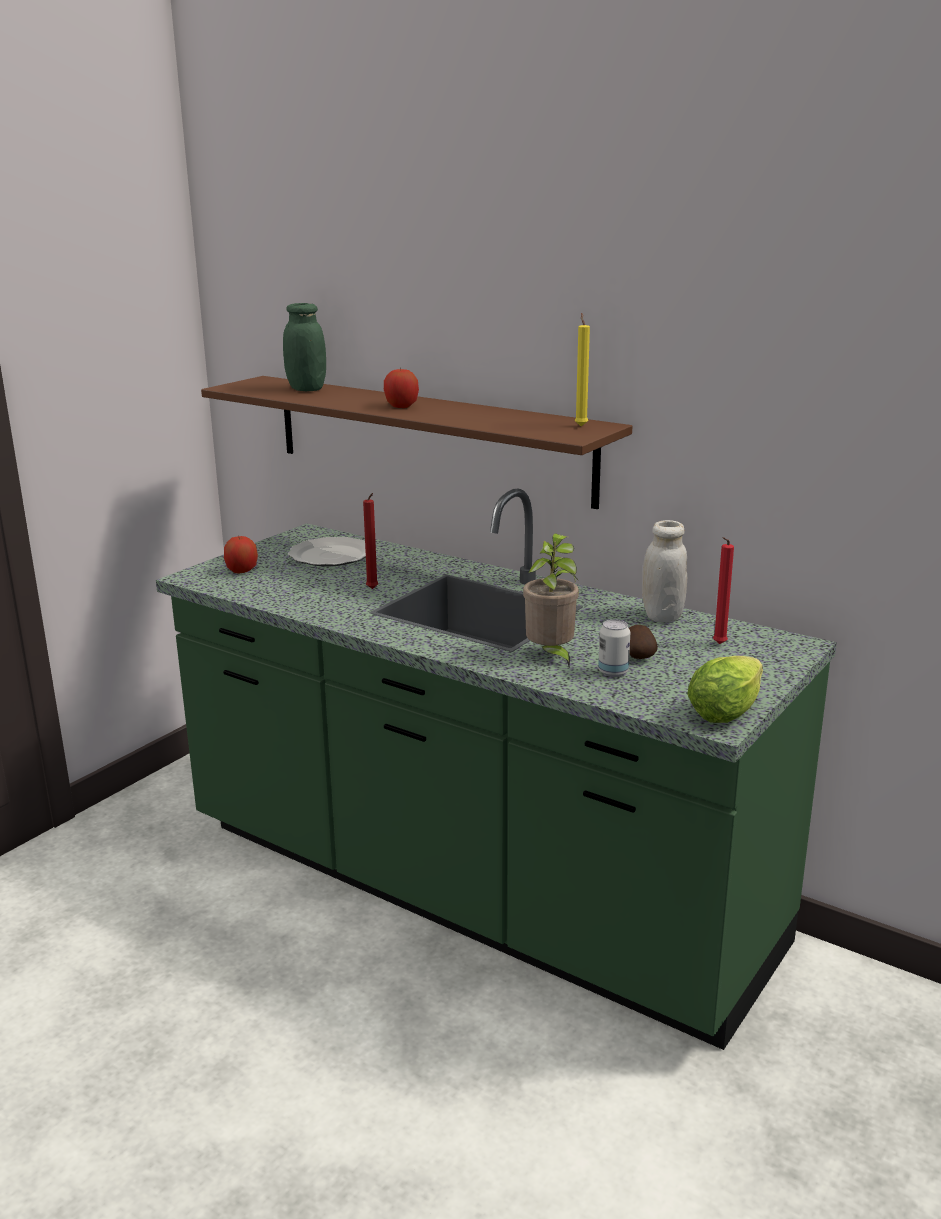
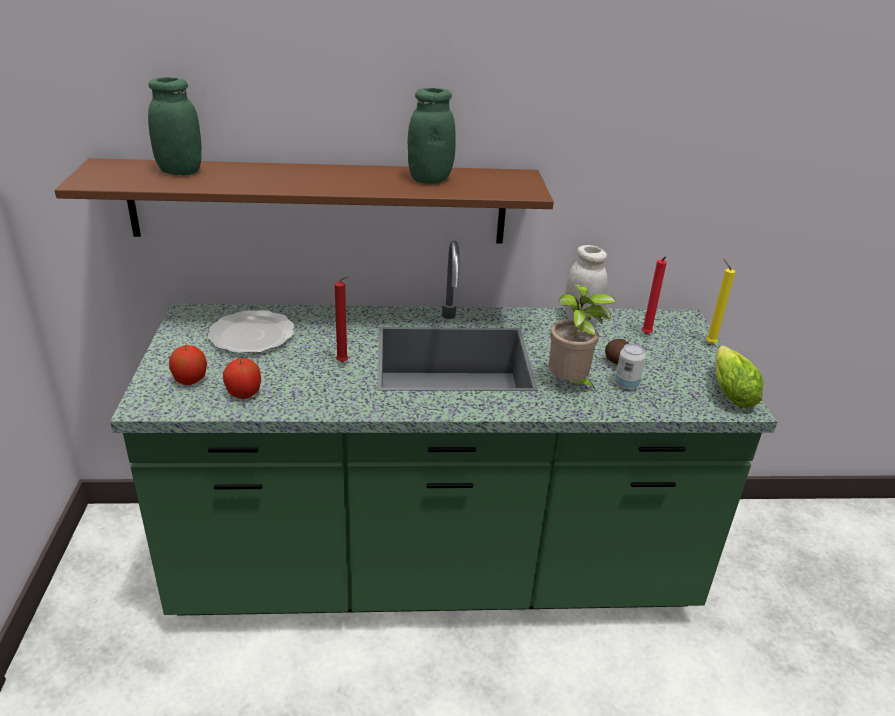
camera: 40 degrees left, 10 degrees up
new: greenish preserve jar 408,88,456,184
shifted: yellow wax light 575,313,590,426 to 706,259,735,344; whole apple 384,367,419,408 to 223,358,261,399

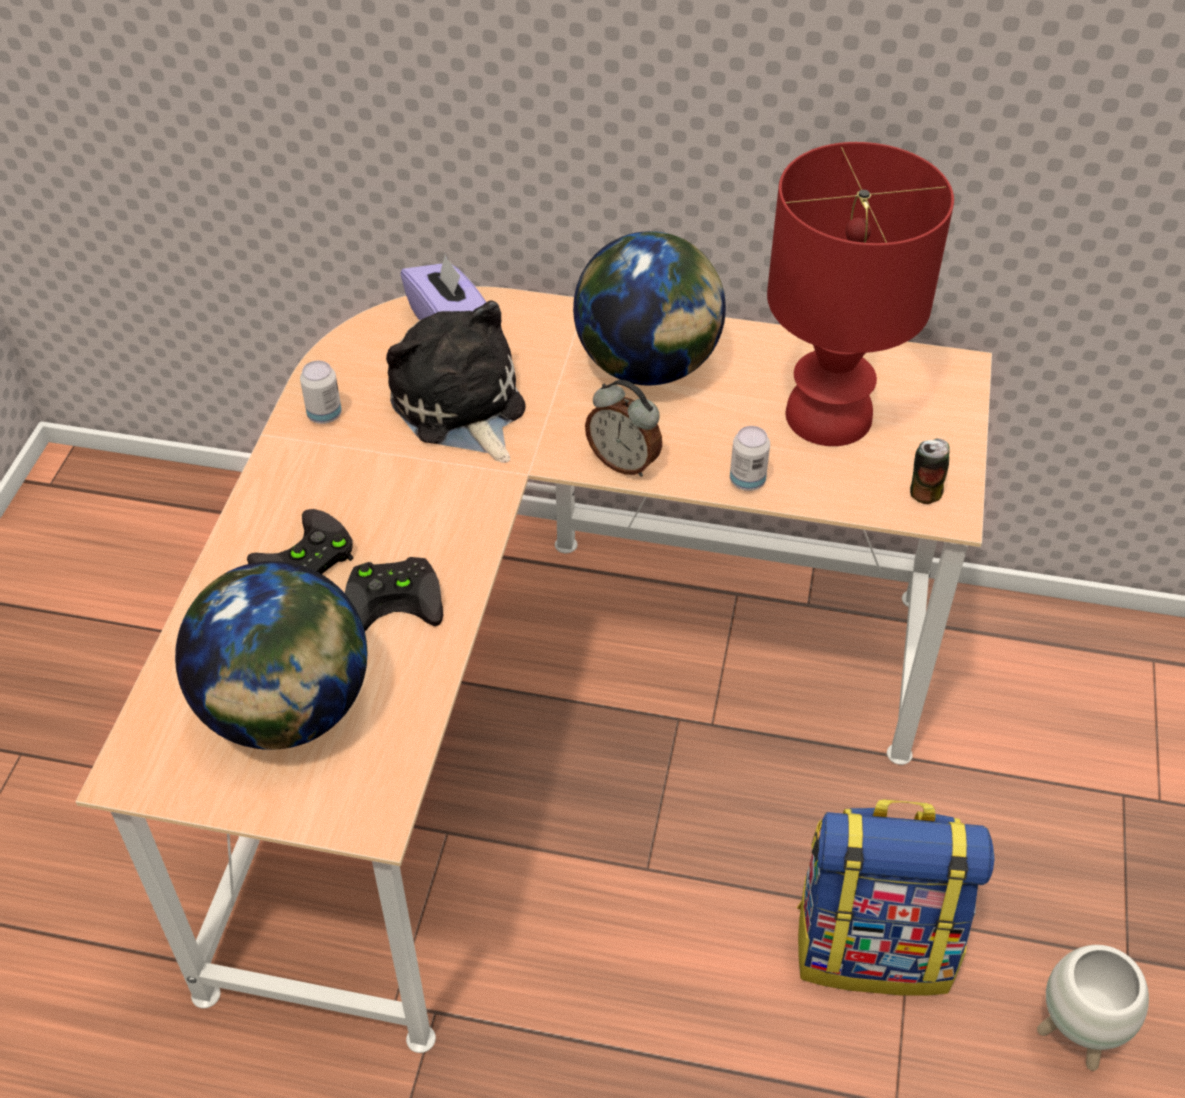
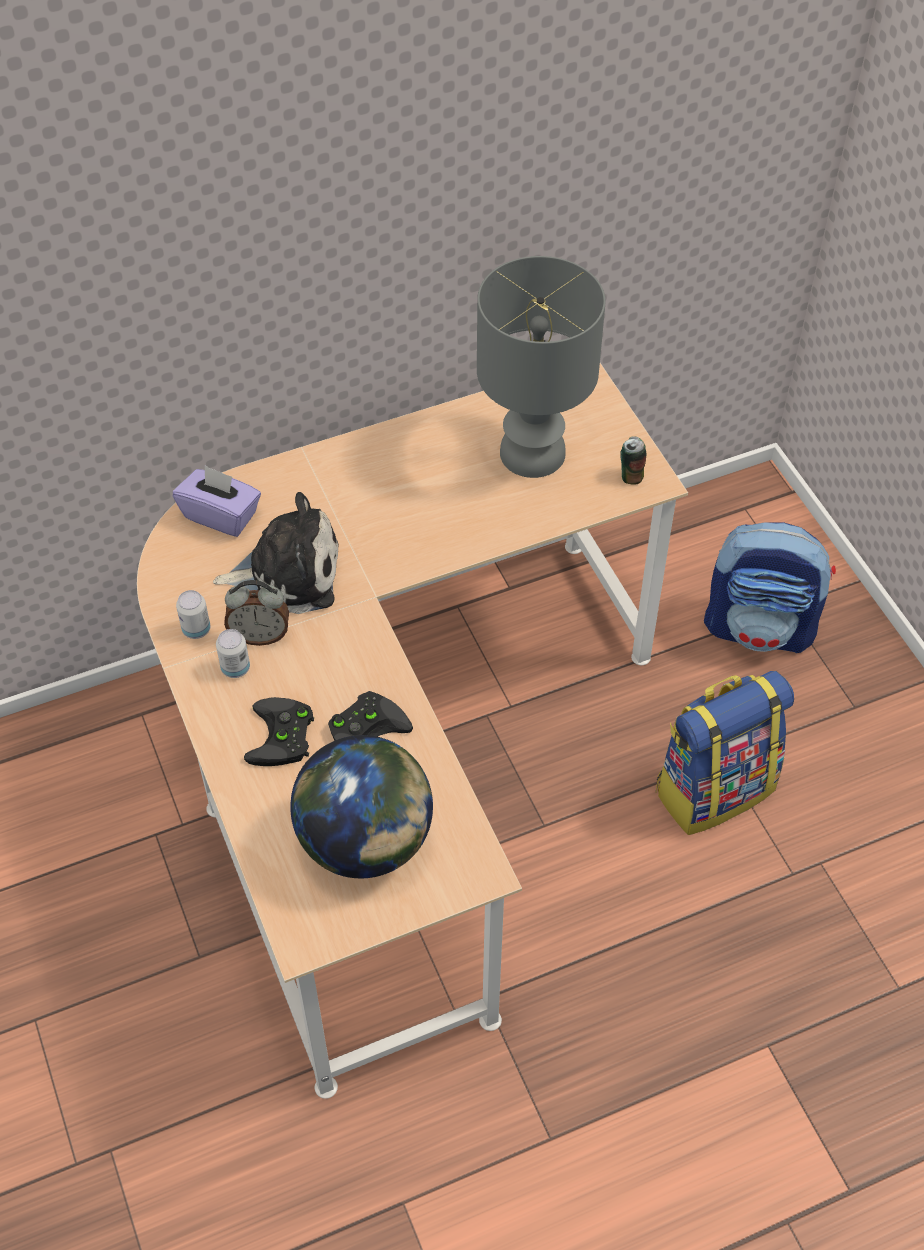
camera: 35 degrees left, 5 degrees up
gone: world globe 573,231,726,385; white-coloured planter 1037,945,1149,1071
new: rucksack 704,522,836,653
shifted: bedside clock 585,380,662,477 to 224,580,289,646; metal can 730,426,770,491 to 216,629,250,678
repainted: red tabletop lamp 767,142,954,446 to greyish tabletop lamp 477,256,605,478
rotated: cuddly toy 386,301,526,463 = 213,492,339,614 150 degrees clockwise

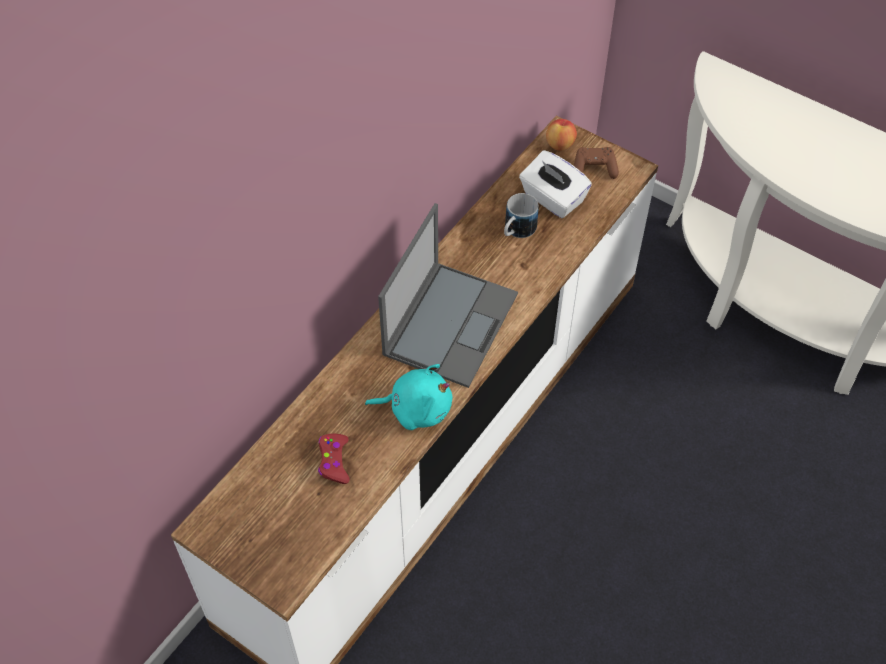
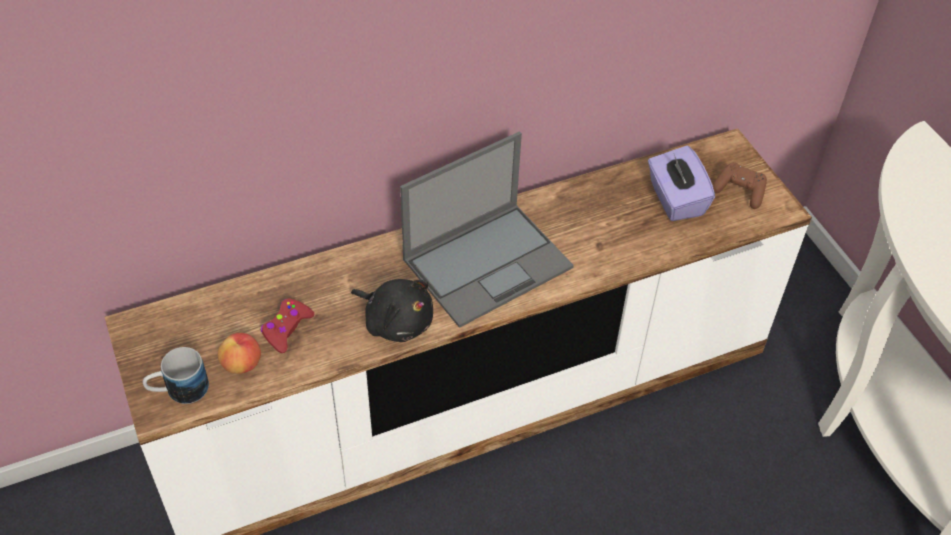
camera: 30 degrees right, 5 degrees down
shifted: whole apple 546,119,577,151 to 218,333,261,374; mug 504,193,539,238 to 143,347,209,404
repainted: white-coloured tissue holder 519,150,592,218 to purplish tissue holder 648,146,715,221; turquoise cuddly toy 365,364,453,430 to black cuddly toy 351,279,433,342

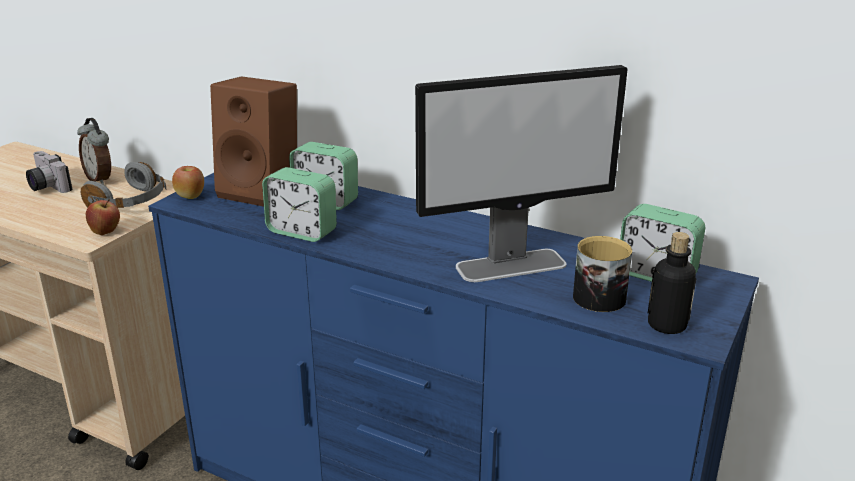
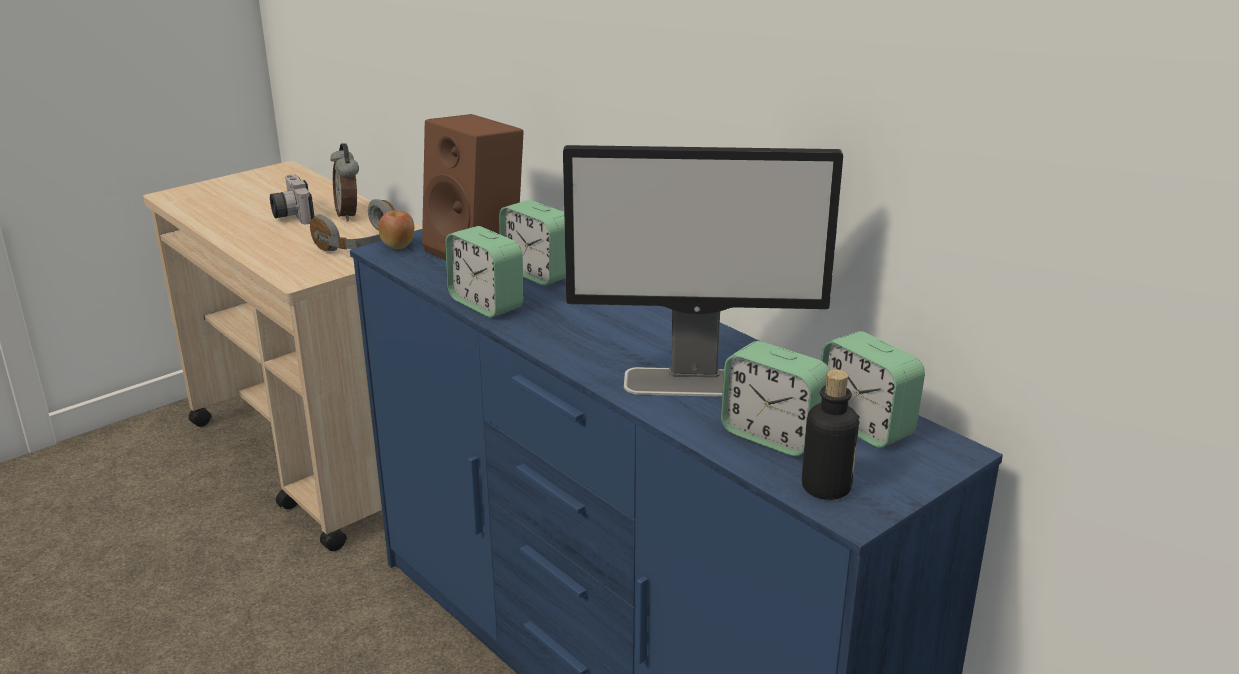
camera: 20 degrees right, 0 degrees up
gone: whole apple 85,199,120,235
swapped: mug 573,236,632,312 to bedside clock 721,341,830,456

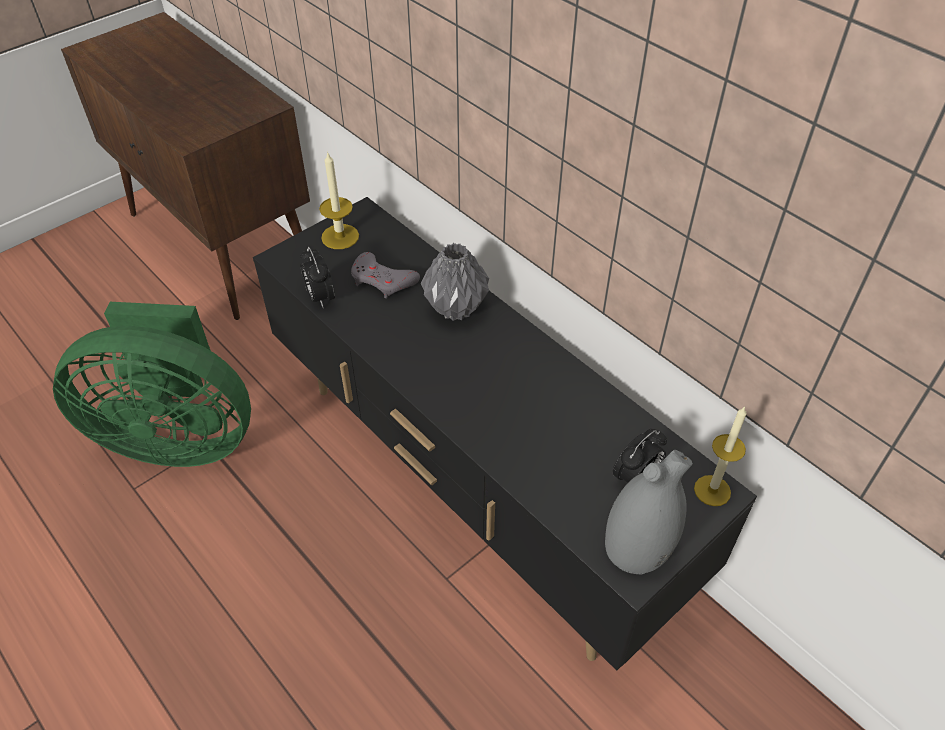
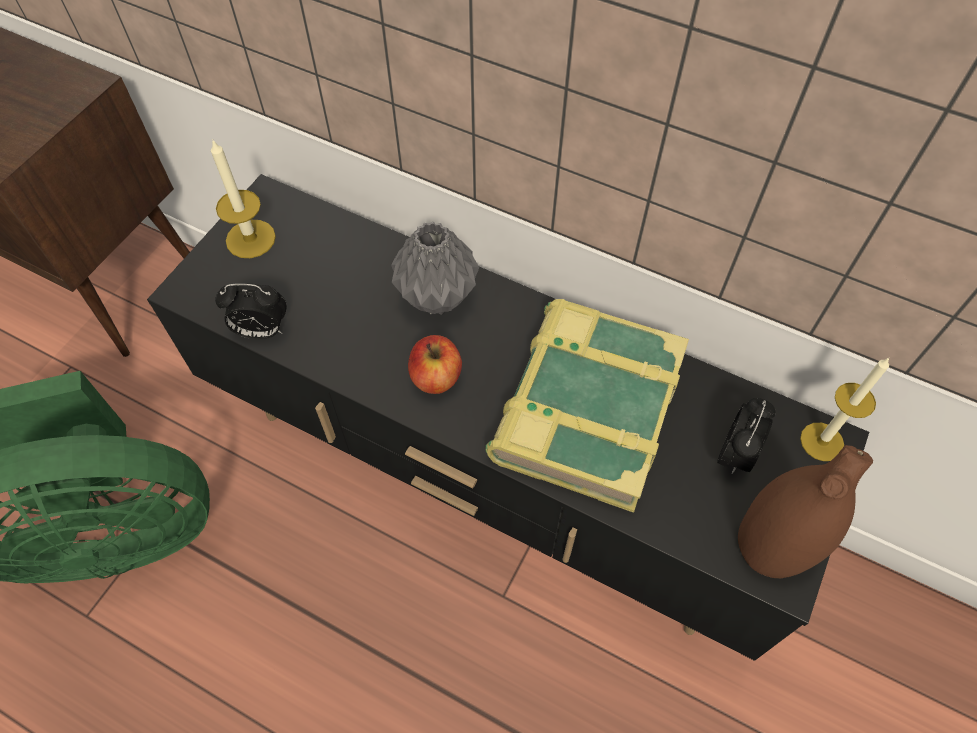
camera: 20 degrees left, 10 degrees up
gone: greyish game controller 351,252,420,298
new: book 485,299,689,513; whole apple 408,335,462,394
repainted: greyish flower vase 605,450,693,574 to brown flower vase 738,445,873,578
rotated: bedside clock 300,247,335,309 = 215,284,287,339 45 degrees counterclockwise

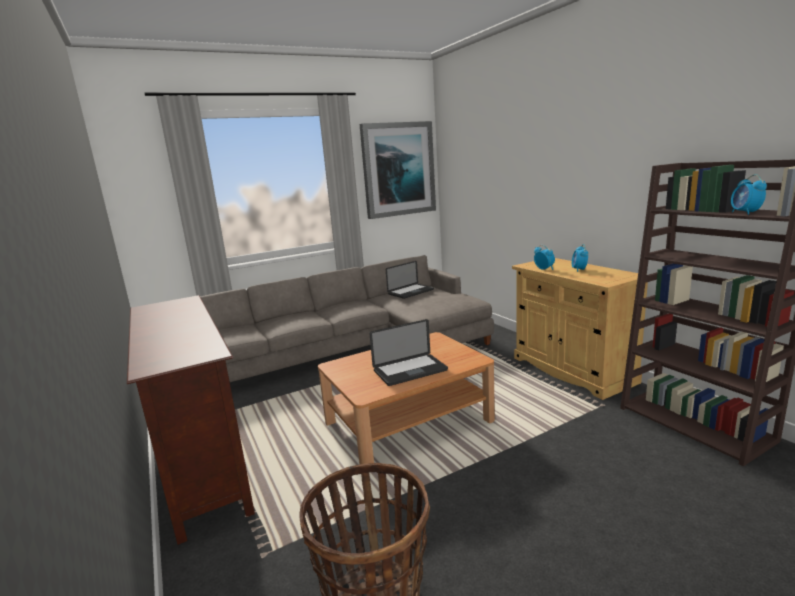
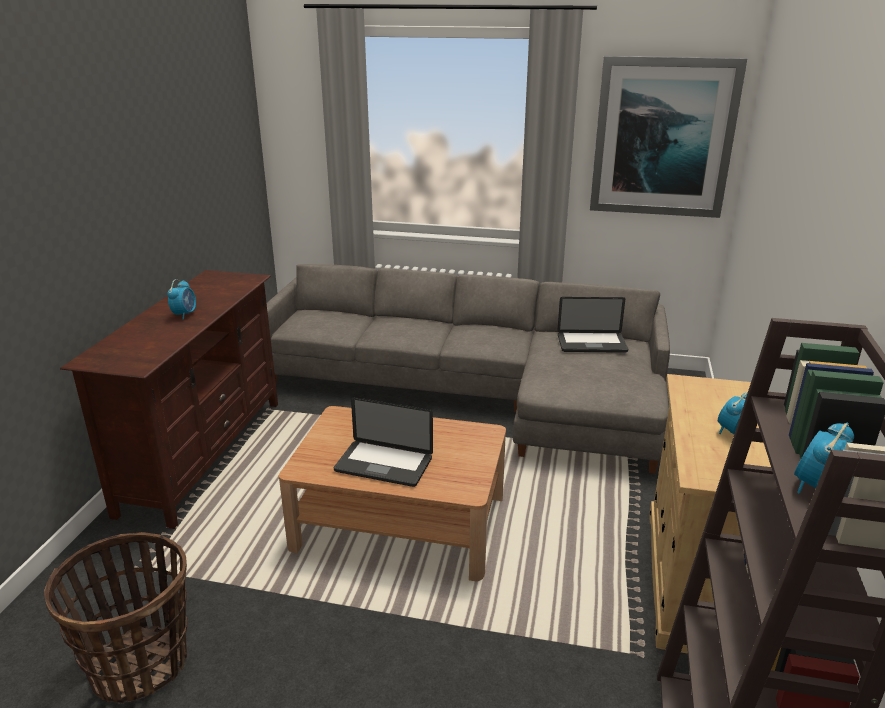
camera: 40 degrees right, 10 degrees up
shifted: bedside clock 534,245,555,270 to 167,279,196,320

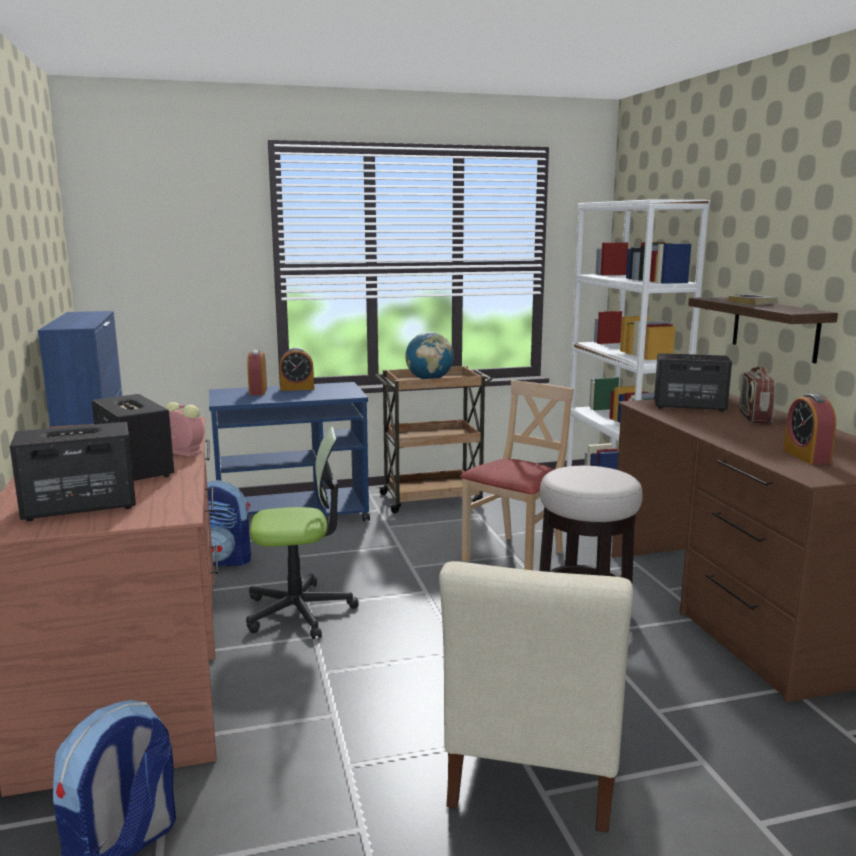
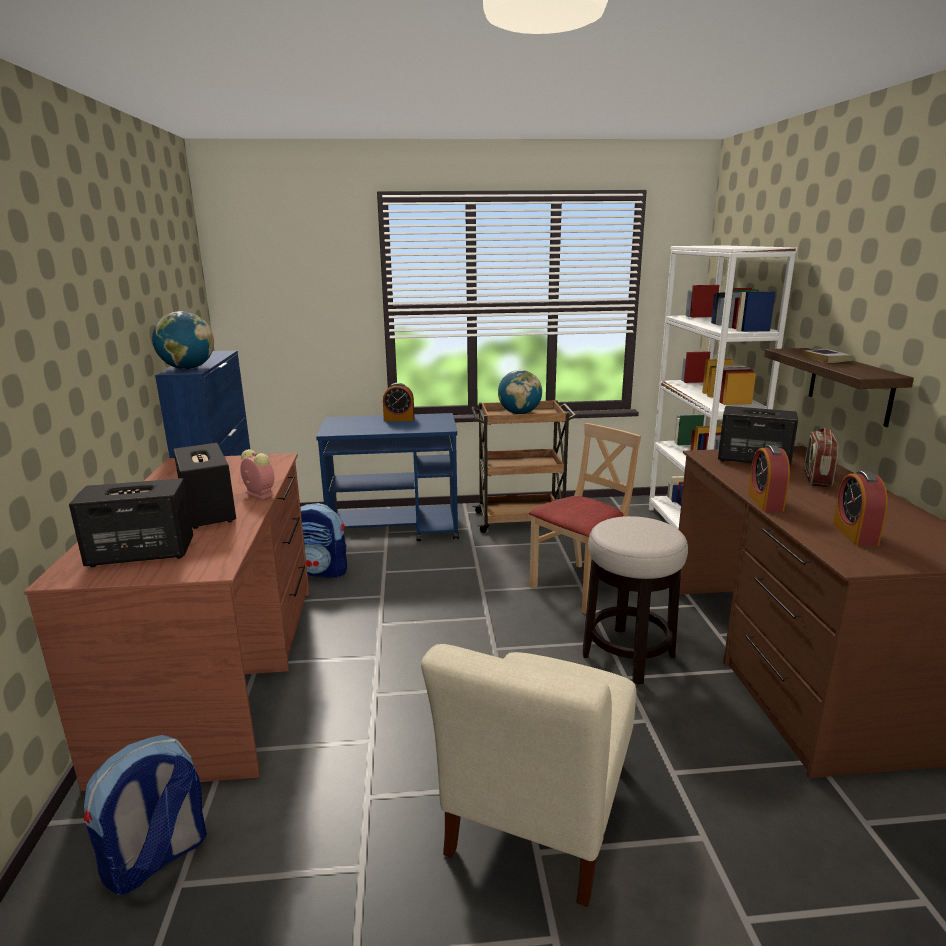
camera: 10 degrees right, 5 degrees up
gone: desk chair 246,427,359,639
new: world globe 152,311,214,369
shifted: bedside clock 247,350,267,396 to 748,445,790,512

